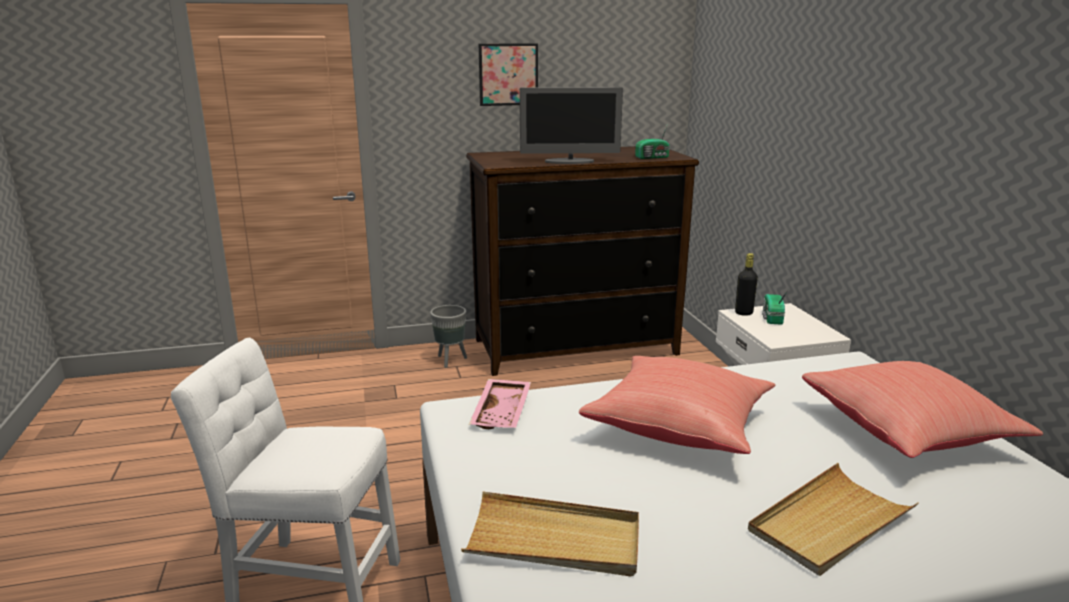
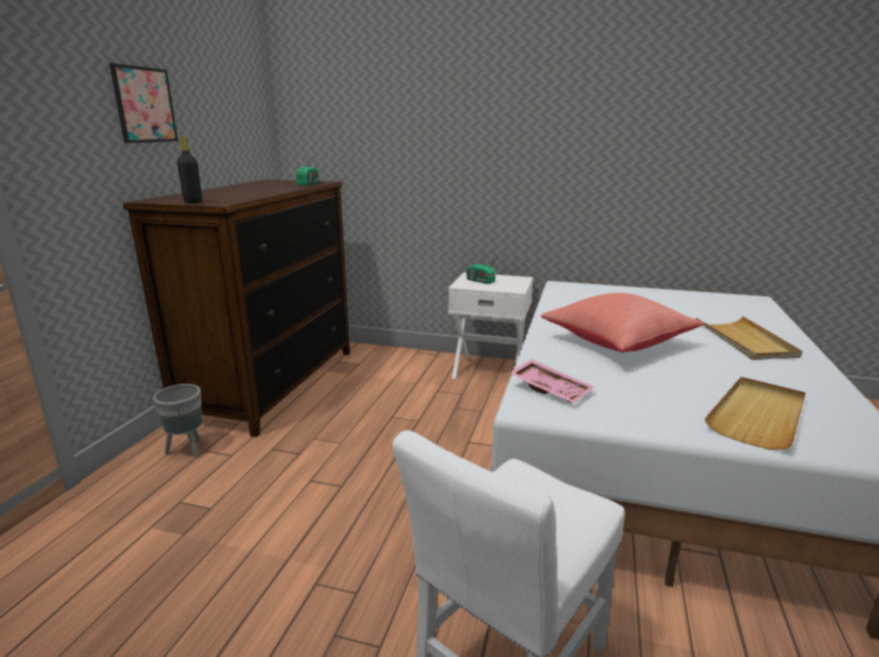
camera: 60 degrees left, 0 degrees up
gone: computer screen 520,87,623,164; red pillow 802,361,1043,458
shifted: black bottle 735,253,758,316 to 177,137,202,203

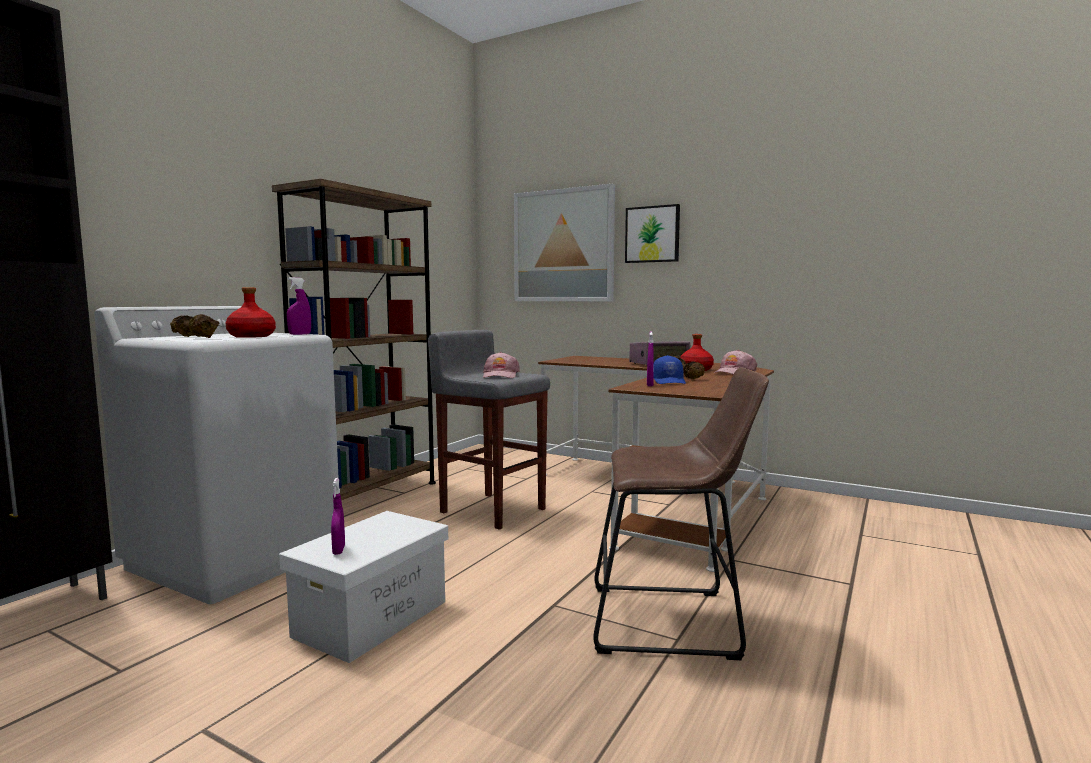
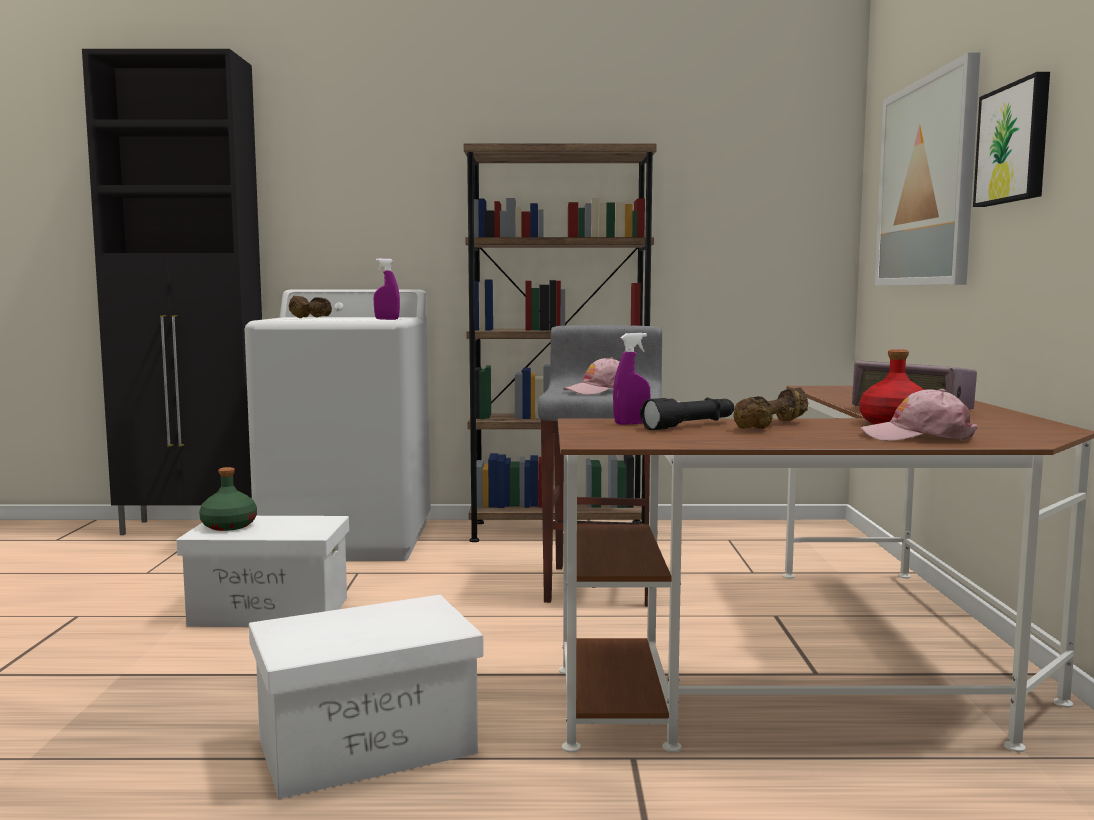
camera: 60 degrees right, 0 degrees up
gone: red bottle 226,287,276,338
swapped: blue-coloured peaked cap 653,355,686,384 to black hand torch 640,398,734,430; brown stool seat 593,367,769,660 to white-coloured storage bin 249,595,484,799; purplish spray bottle 331,478,345,555 to greenish bottle 199,467,257,531

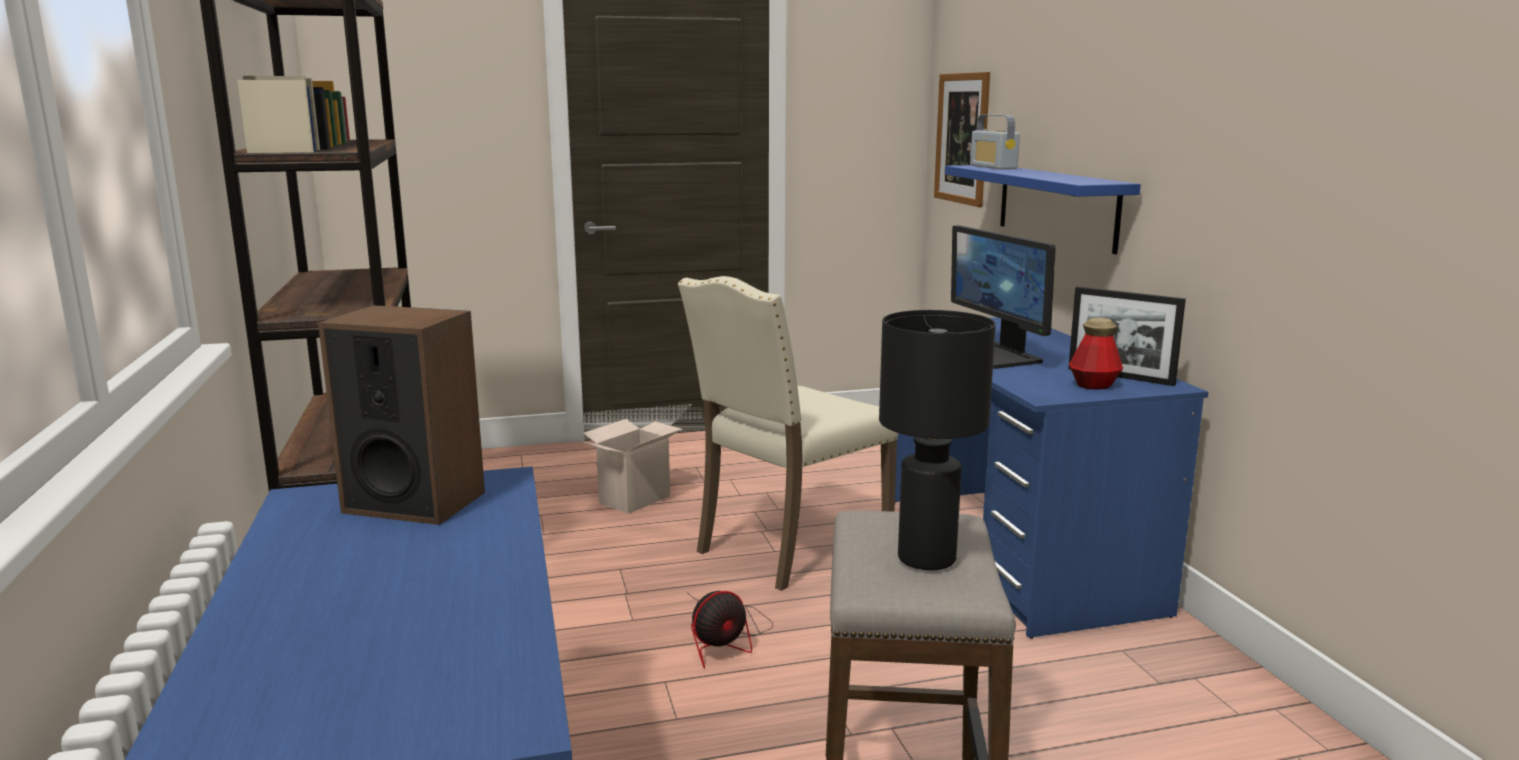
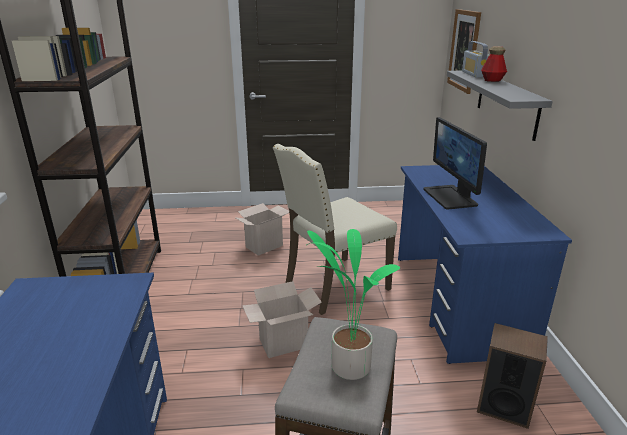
camera: 10 degrees right, 10 degrees up
gone: standing frame 1068,287,1186,386
shifted: loudspeaker 318,305,485,525 to 477,323,548,429; bottle 1069,318,1123,389 to 481,46,507,82
swapped: black tabletop lamp 879,310,996,570 to plant in a pot 307,229,400,380; cooling fan 688,591,773,668 to carton 242,281,322,358
repainted: blue-coloured shelf 945,165,1141,254 to greyish shelf 447,71,553,141

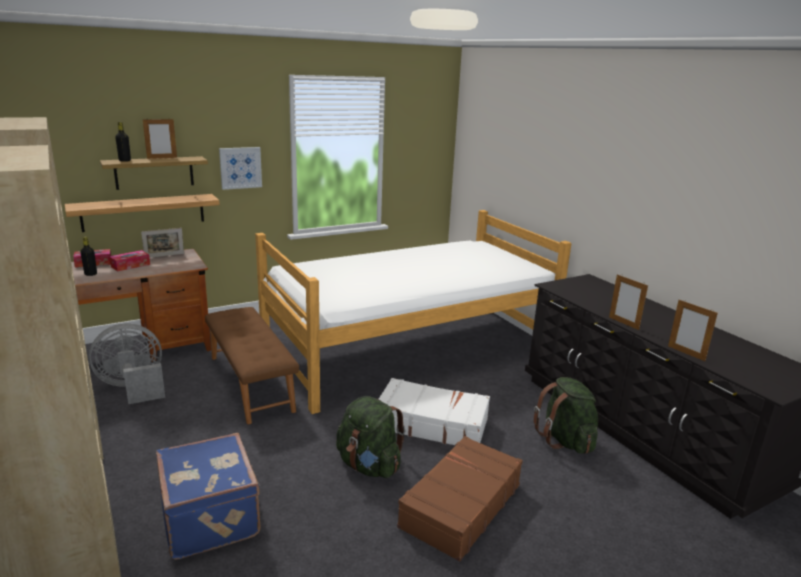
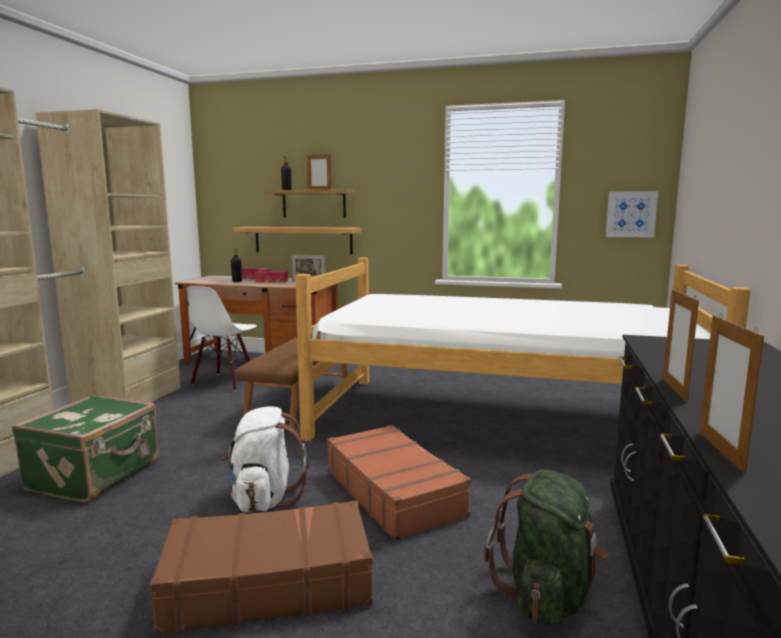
camera: 45 degrees right, 10 degrees down
shifted: wall art 219,147,262,190 to 606,191,658,238
swapped: greyish cooling fan 88,323,165,404 to white-coloured plain chair 187,286,257,391
repainted: white-coloured piece of luggage 378,378,490,445 to brown piece of luggage 327,425,471,541; greenish rucksack 336,396,406,478 to white-coloured rucksack 220,406,309,512; blue-coloured piece of luggage 156,433,261,560 to greenish piece of luggage 12,395,159,503

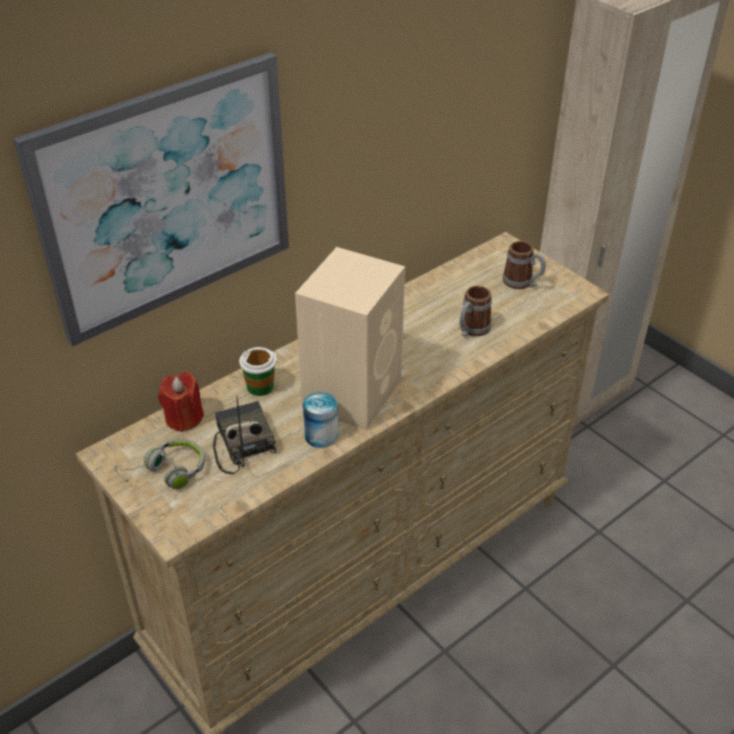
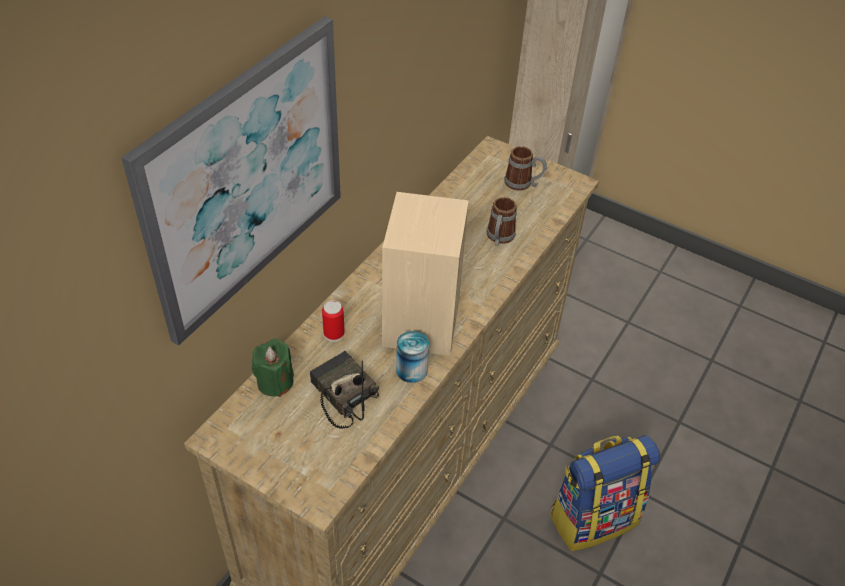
camera: 20 degrees left, 5 degrees up
gone: greyish pair of headphones 115,439,205,489
new: rucksack 550,435,660,551
swapped: cup 239,347,277,396 to metal can 322,300,345,342
repainted: red wax light 158,372,204,432 to greenish wax light 252,339,294,397

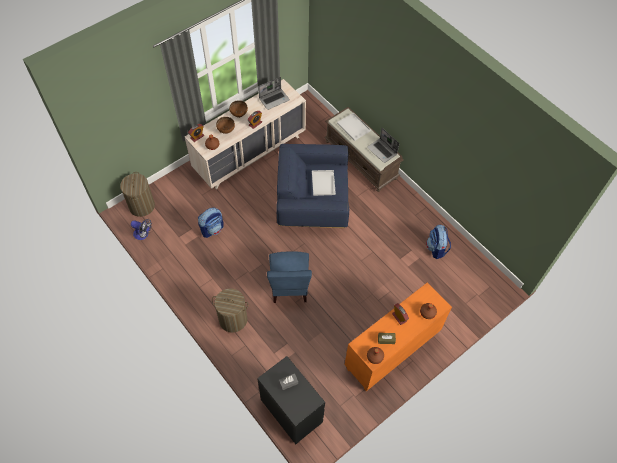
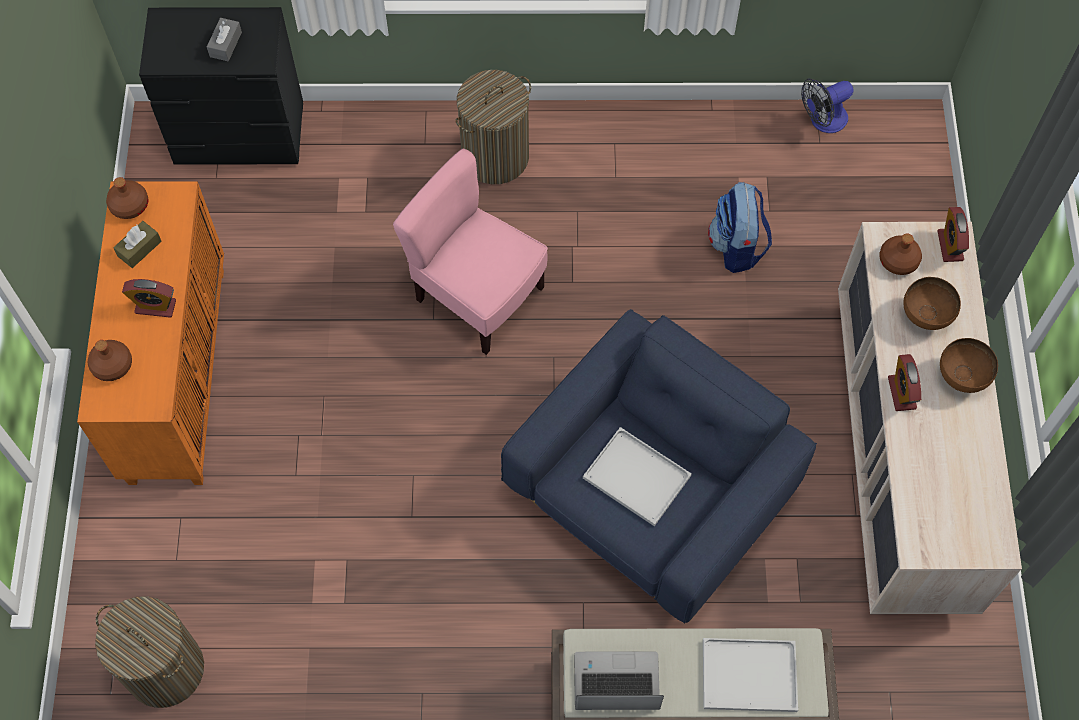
camera: 130 degrees right, 5 degrees up
gone: laptop 258,77,290,110; rucksack 426,225,451,259
shifted: laundry basket 120,172,155,217 to 95,596,204,708
repainted: blue-coloured plain chair 267,251,312,303 to pink-coloured plain chair 393,149,548,355

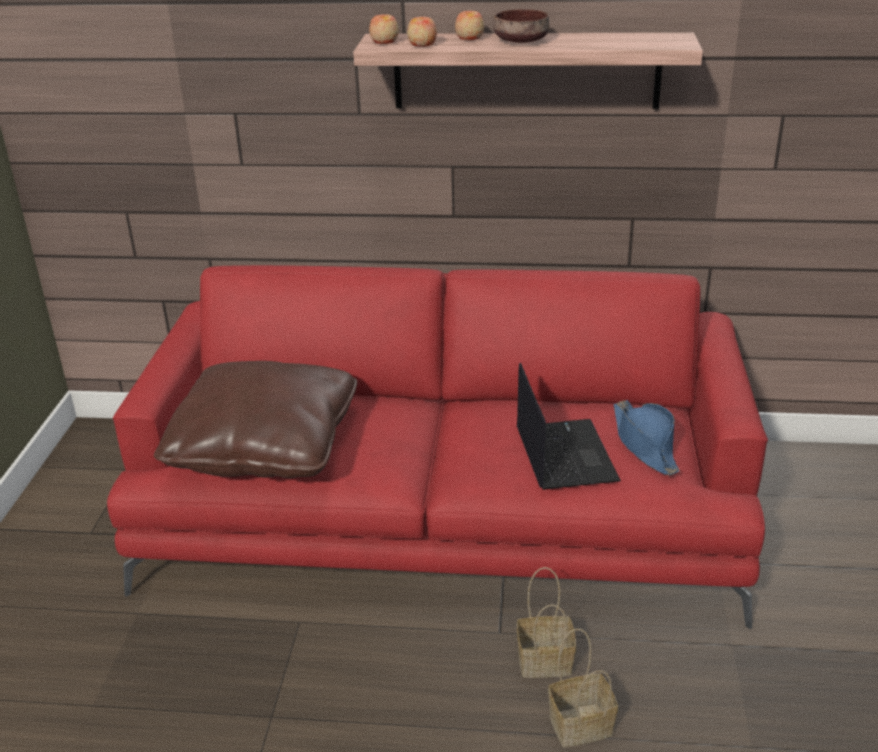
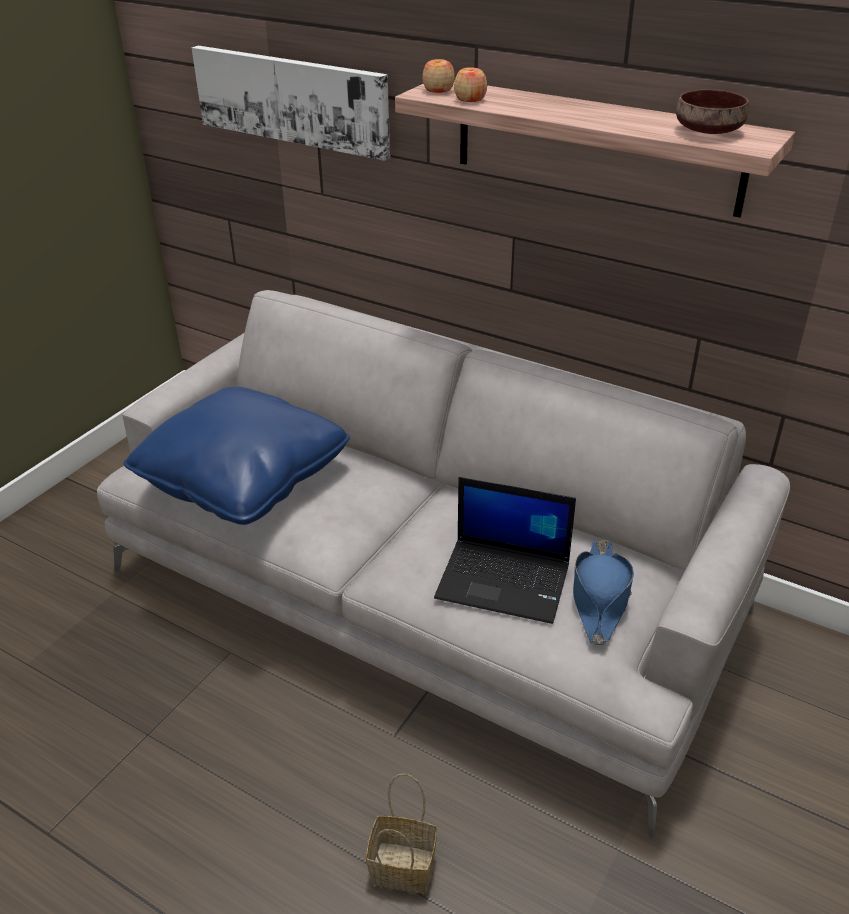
camera: 25 degrees right, 5 degrees up
gone: whole apple 455,11,484,40; household basket 517,567,576,678
new: wall art 192,46,390,161
shifted: brown deep dish 493,9,549,43 to 676,89,749,134
repainted: red settee 107,265,768,629 to greyish settee 97,290,790,840; brown pillow 154,361,357,478 to blue-coloured pillow 123,387,350,525
rotated: laptop 517,363,621,490 = 434,477,576,624 90 degrees clockwise

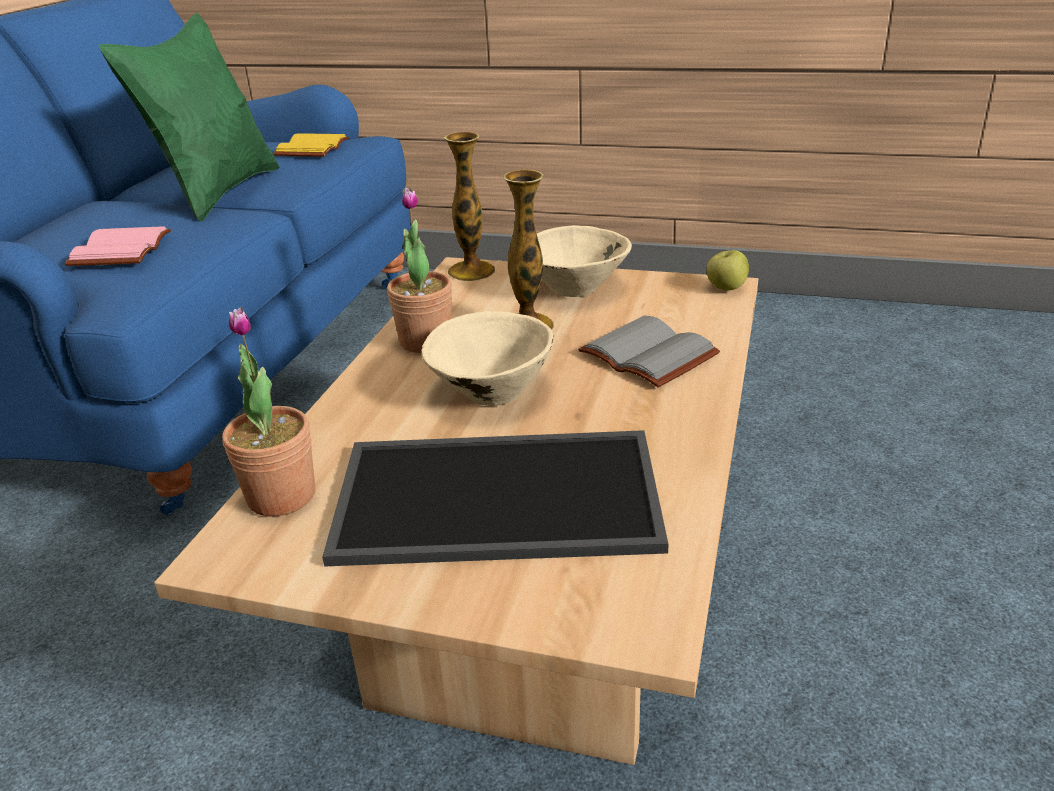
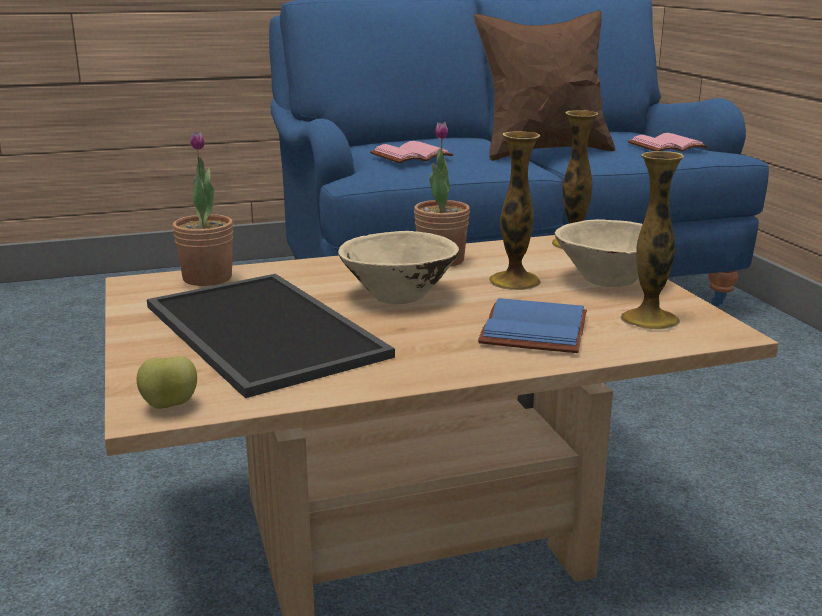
camera: 55 degrees right, 10 degrees down
new: flower vase 620,151,684,330
shifted: whole apple 706,250,749,291 to 137,356,197,409
repainted: greenish pillow 99,13,279,222 to brown pillow 474,10,615,161; yellow book 273,133,349,157 to pink-coloured book 628,133,708,152; greyish book 578,315,720,388 to blue-coloured book 478,298,587,353

